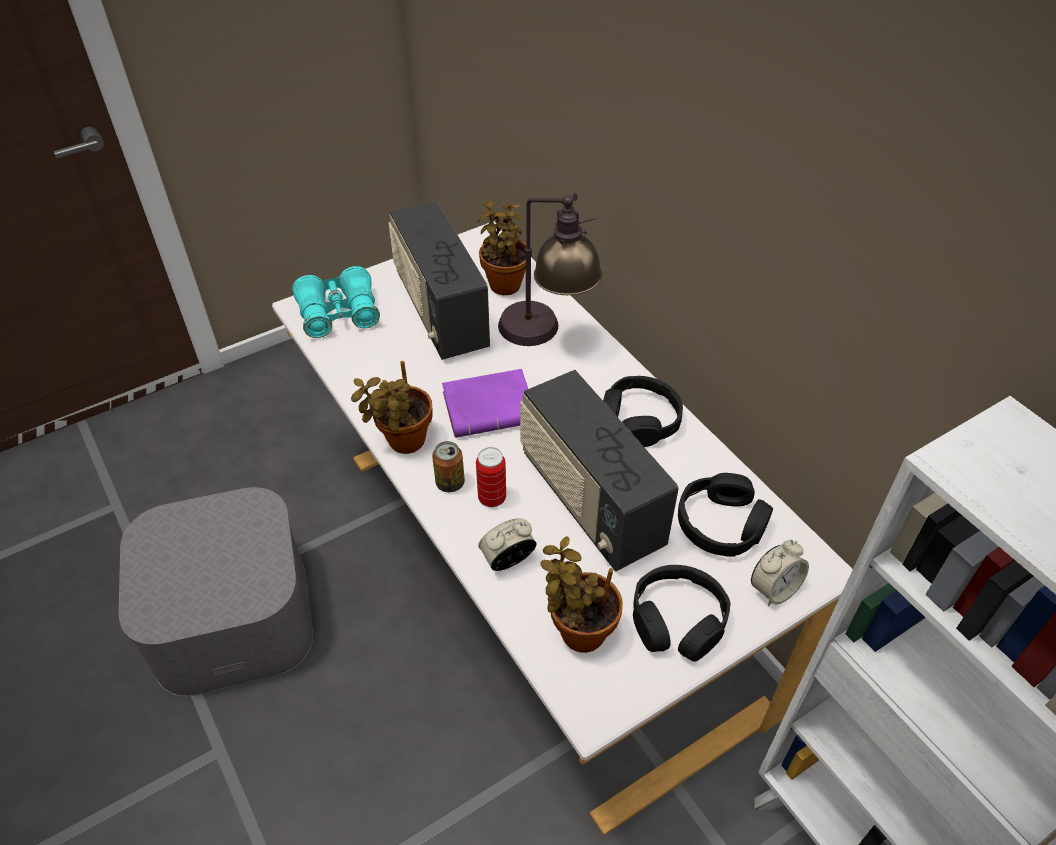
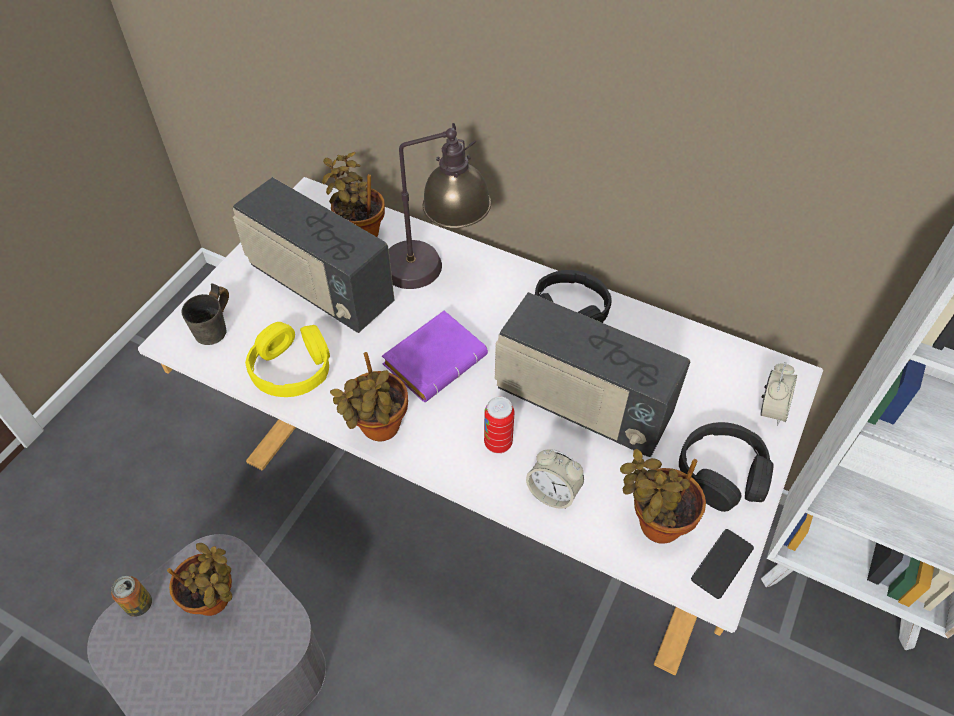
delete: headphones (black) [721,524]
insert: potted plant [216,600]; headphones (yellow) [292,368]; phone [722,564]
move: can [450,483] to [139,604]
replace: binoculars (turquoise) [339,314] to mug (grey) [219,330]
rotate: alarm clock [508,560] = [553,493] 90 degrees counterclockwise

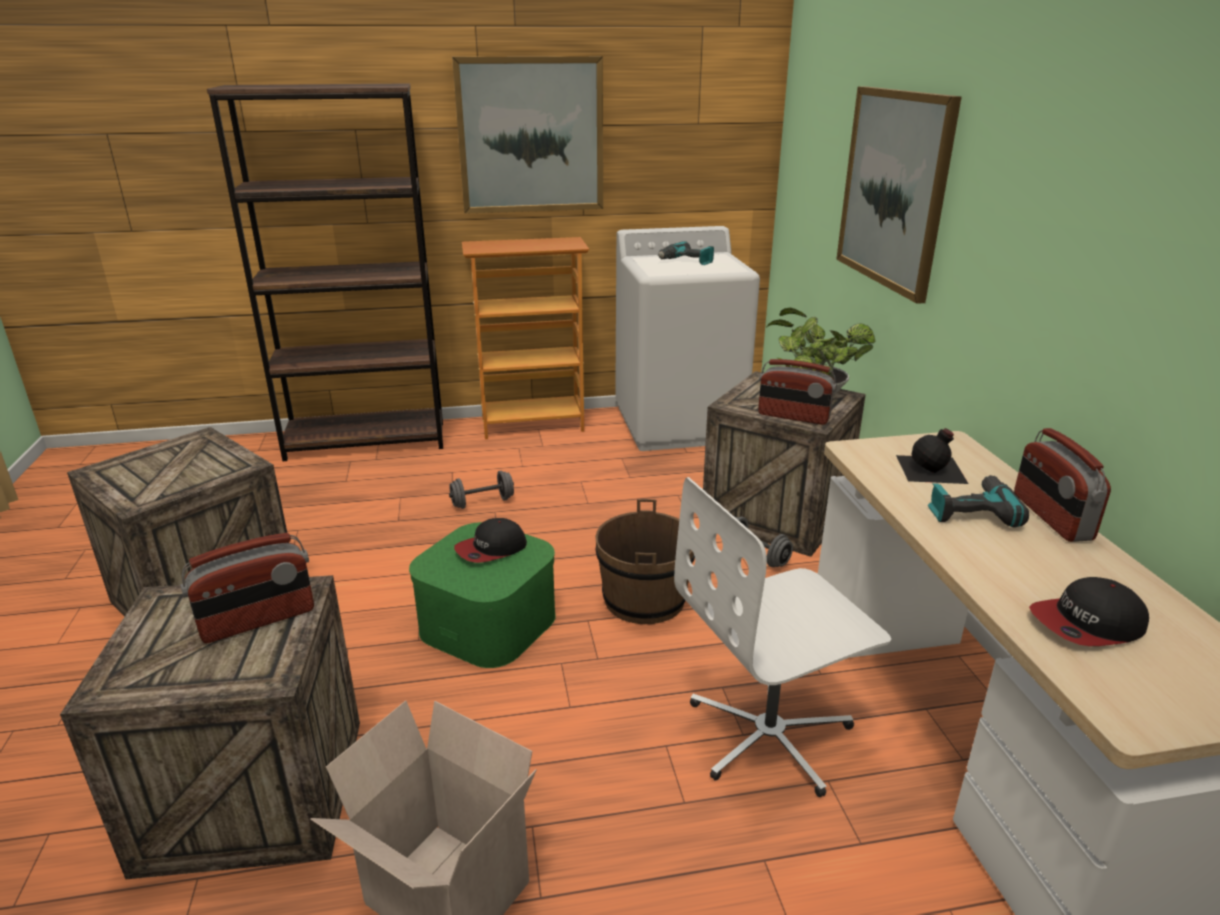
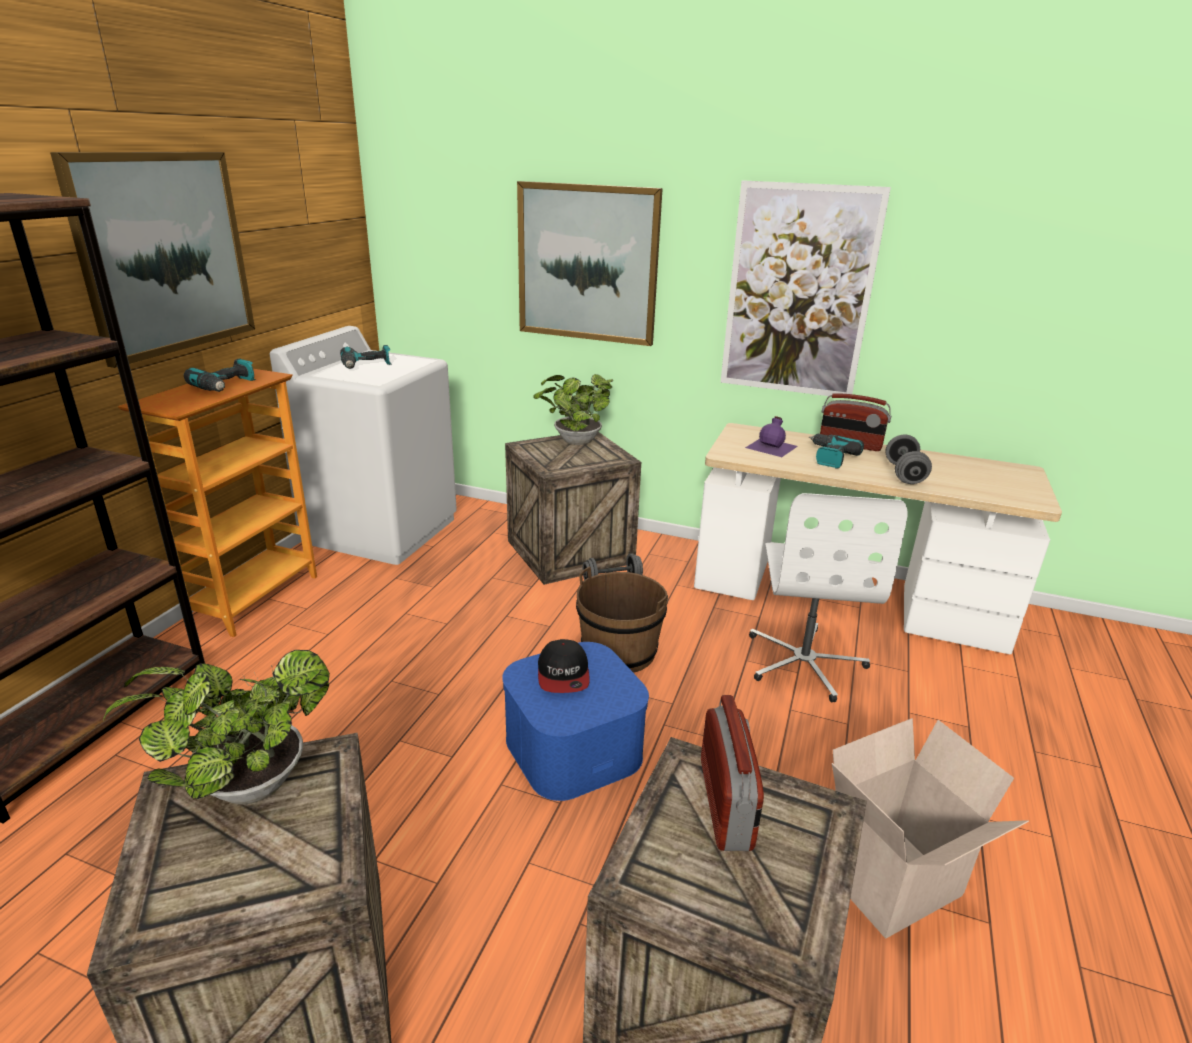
delete: radio [793,417]; cap [1087,624]
insert: potted plant [245,786]; power drill [226,386]; picture [798,292]
move: dumbbell (grey) [482,502] to [904,474]
recolor: storage box (green) [488,622] to storage box (blue) [573,747]; bottle (black) [932,469] to bottle (purple) [772,446]

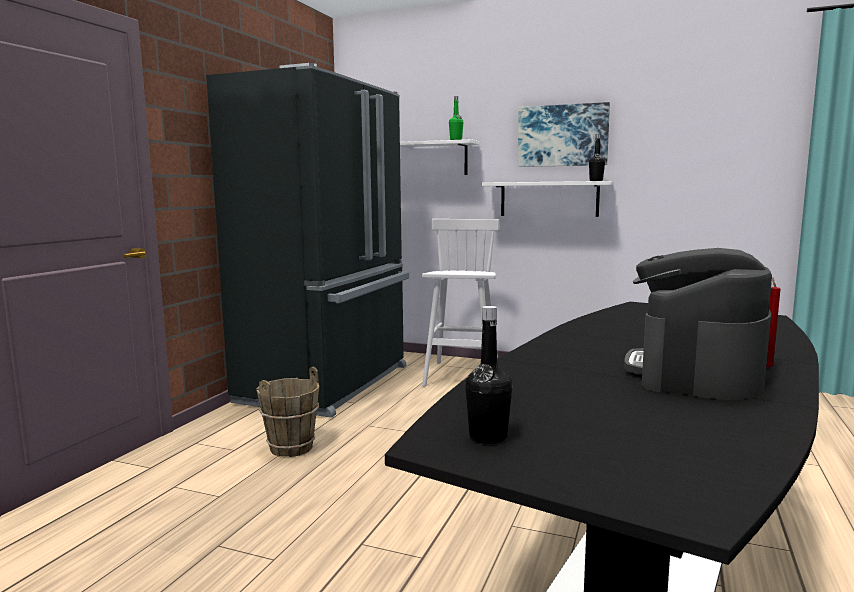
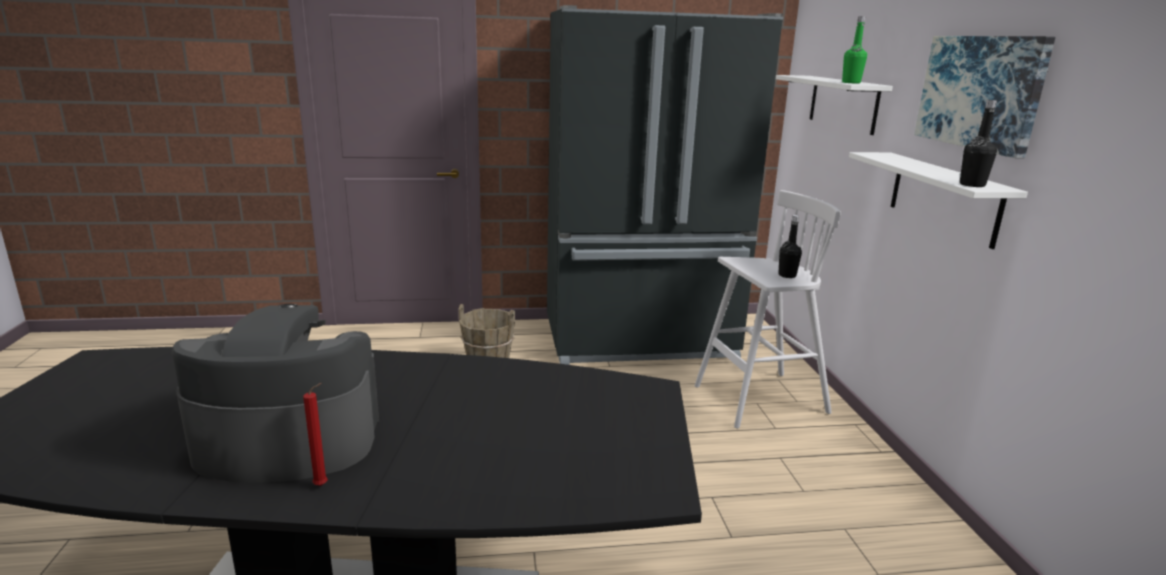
move: bottle (black) [488,437] to [787,275]

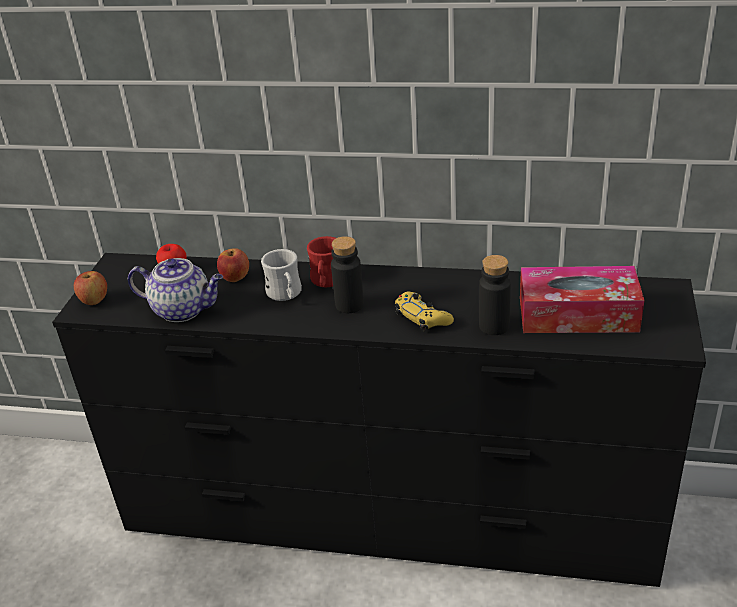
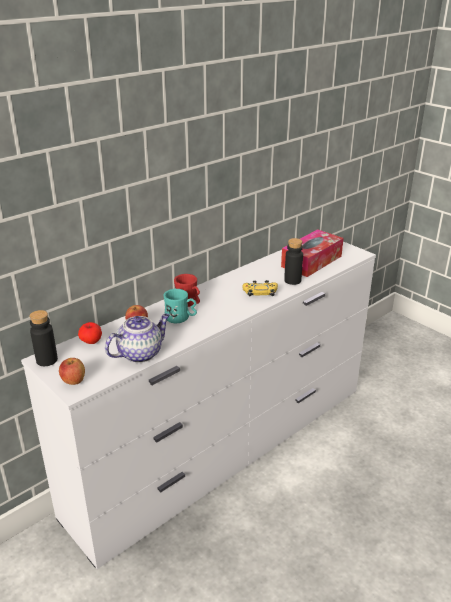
move: bottle (black) [349,305] to [47,360]
recolor: dresser (black) [387,518] to dresser (white) [225,449]; mug (white) [286,295] to mug (turquoise) [181,318]

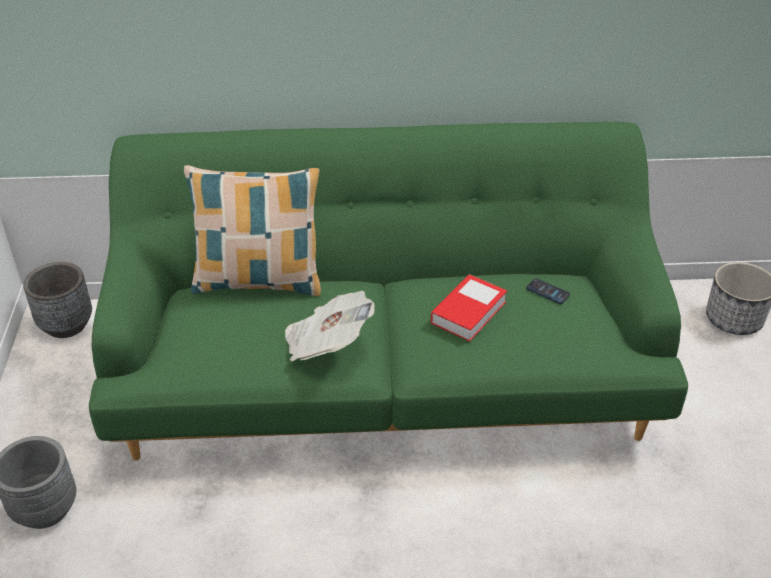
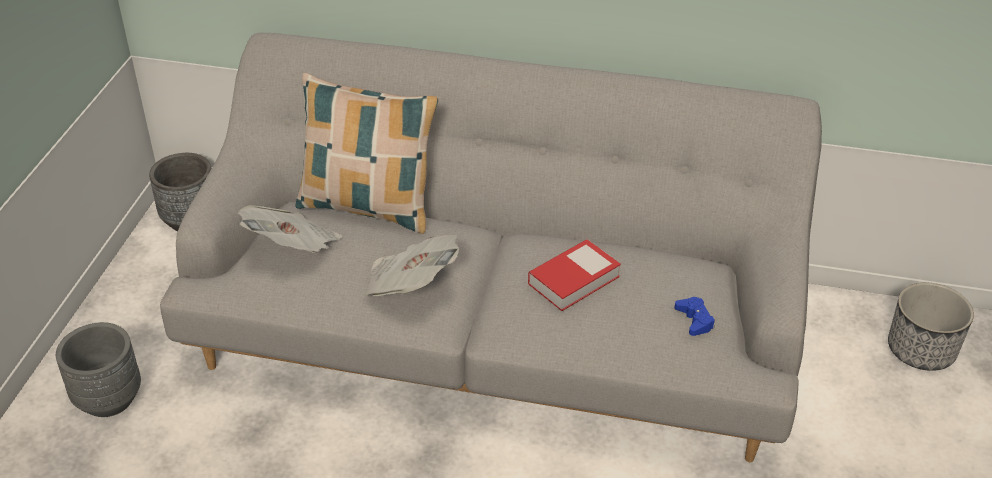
delete: phone [547,292]
insert: newspaper [293,248]; game controller (blue) [694,320]
recolor: sofa (green) [385,375] to sofa (grey) [495,334]

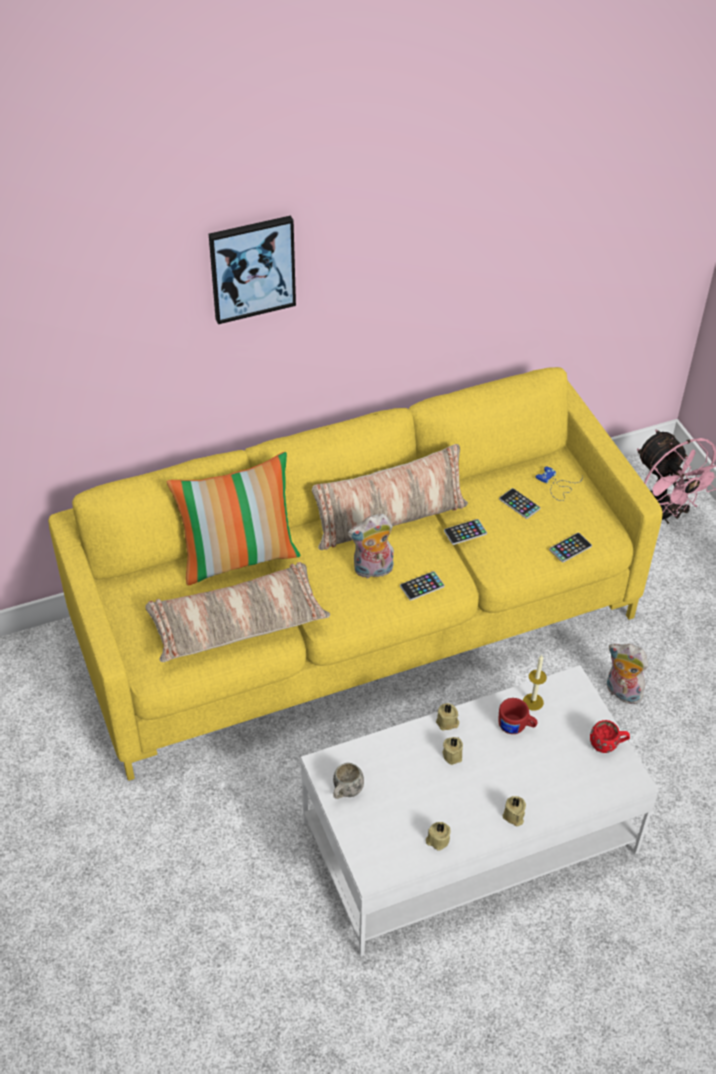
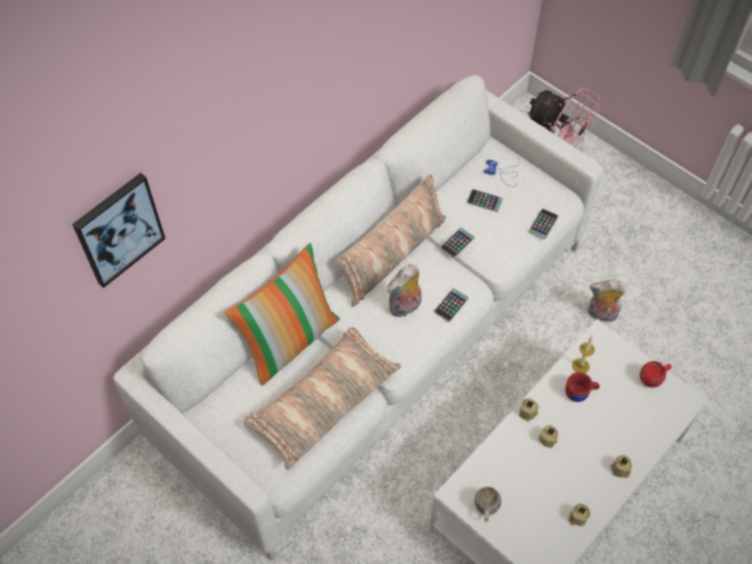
move: picture [252,268] to [118,229]
recolor: sofa (yellow) [356,622] to sofa (white) [376,340]

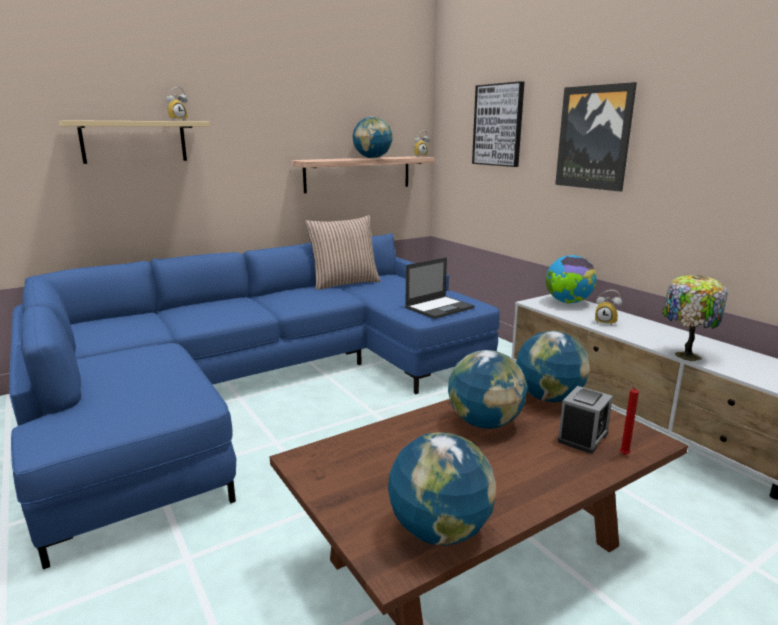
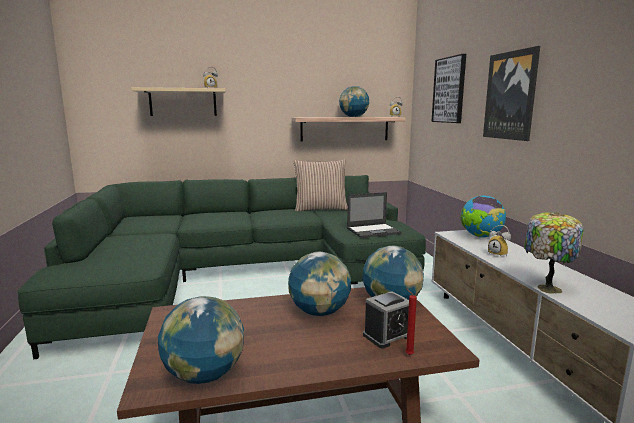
recolor: sofa (blue) [261,385] to sofa (green) [240,275]

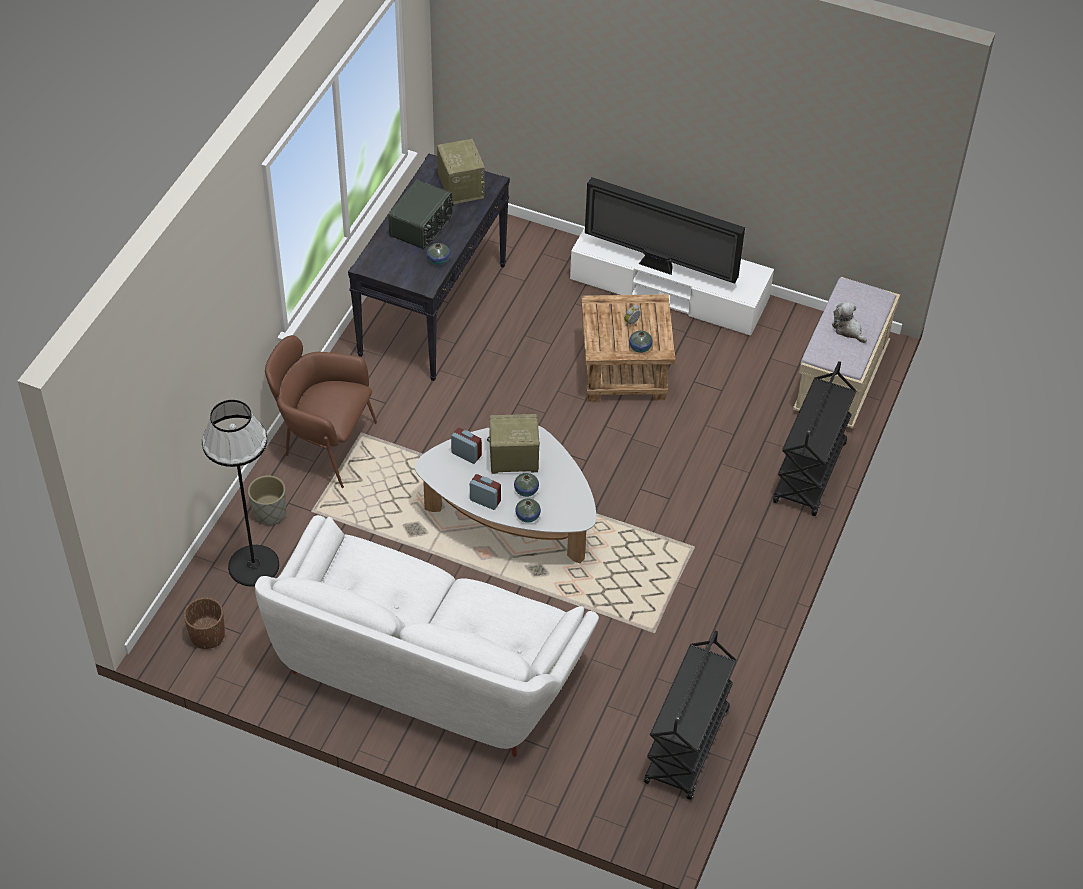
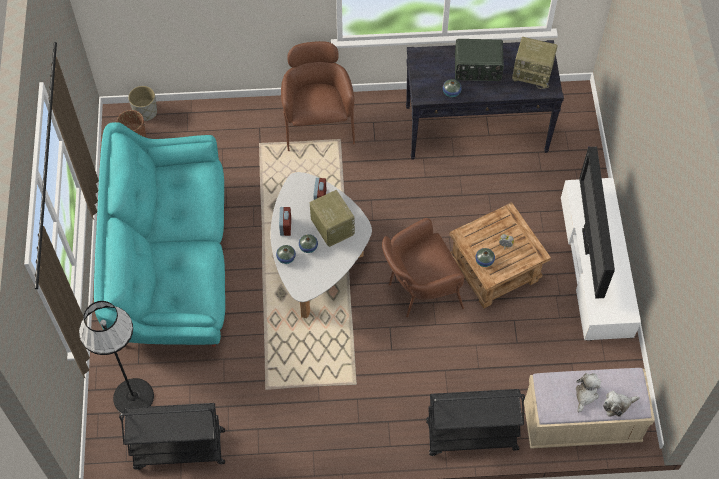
insert: armchair (brown) [419,291]; plush toy [617,405]
move: floor lamp (black) [253,565] to [133,397]; planter (grey) [269,513] to [145,112]
recolor: sofa (white) [427,664] to sofa (turquoise) [171,264]
rotate: radio [460,186] = [533,73] 60 degrees clockwise

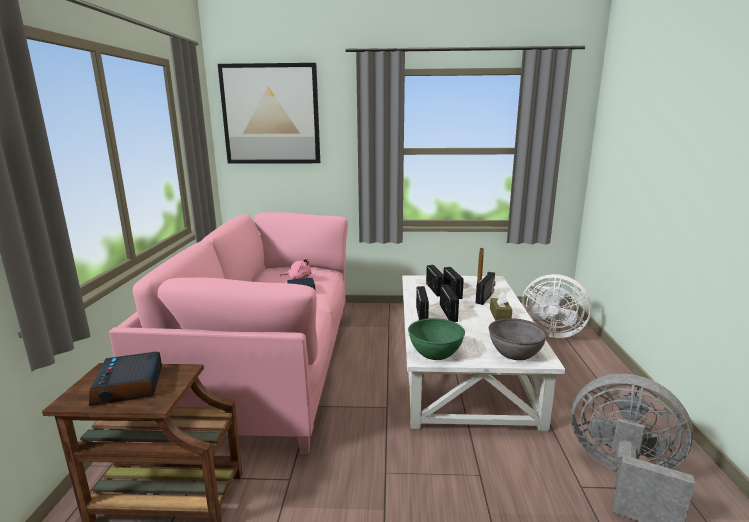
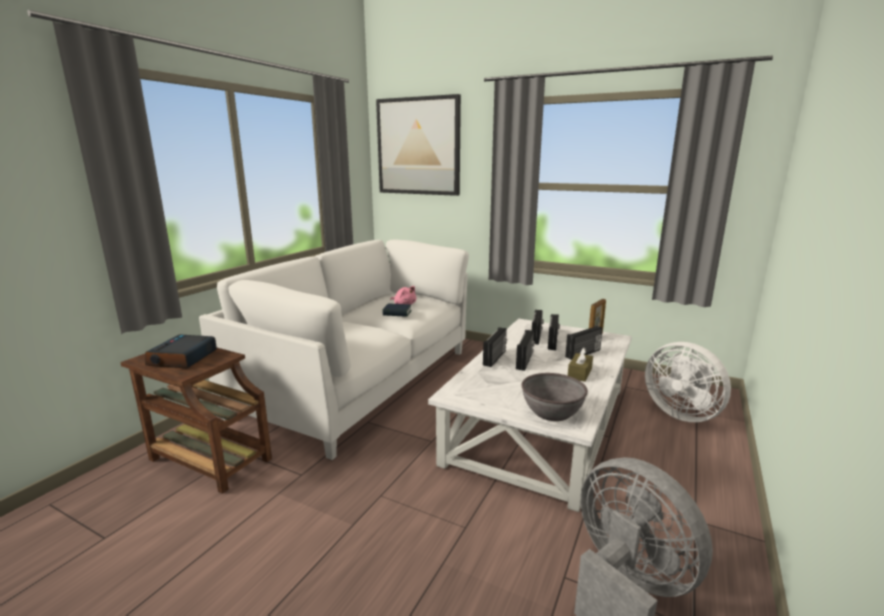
delete: bowl (green) [435,352]
recolor: sofa (pink) [267,367] to sofa (white) [360,382]

